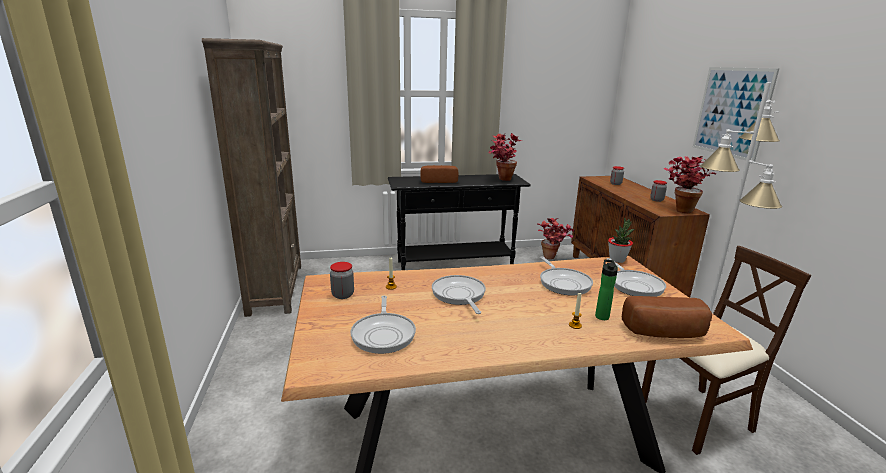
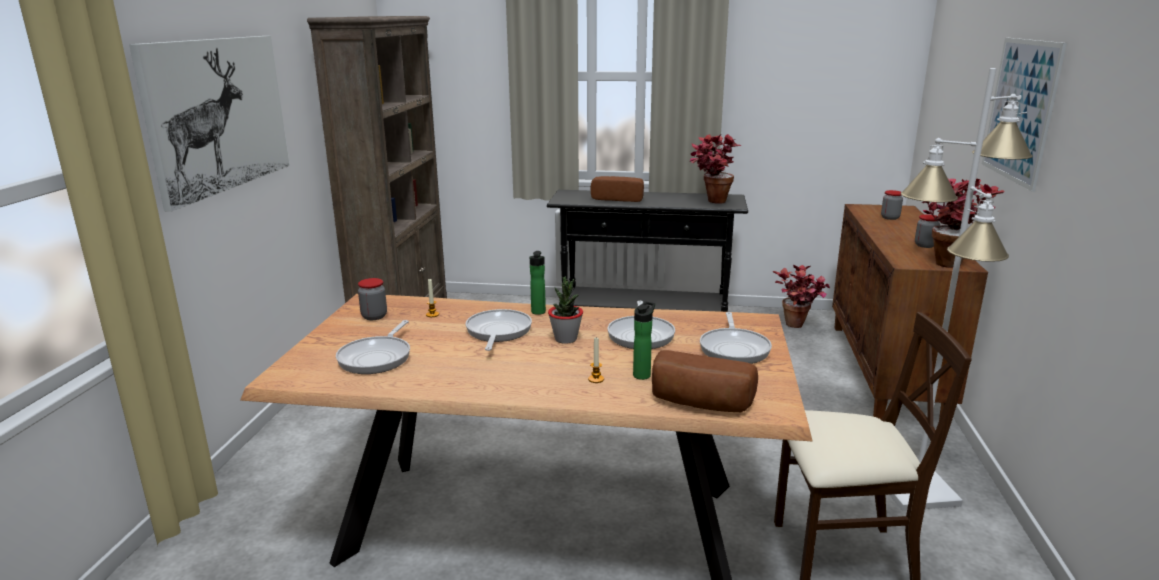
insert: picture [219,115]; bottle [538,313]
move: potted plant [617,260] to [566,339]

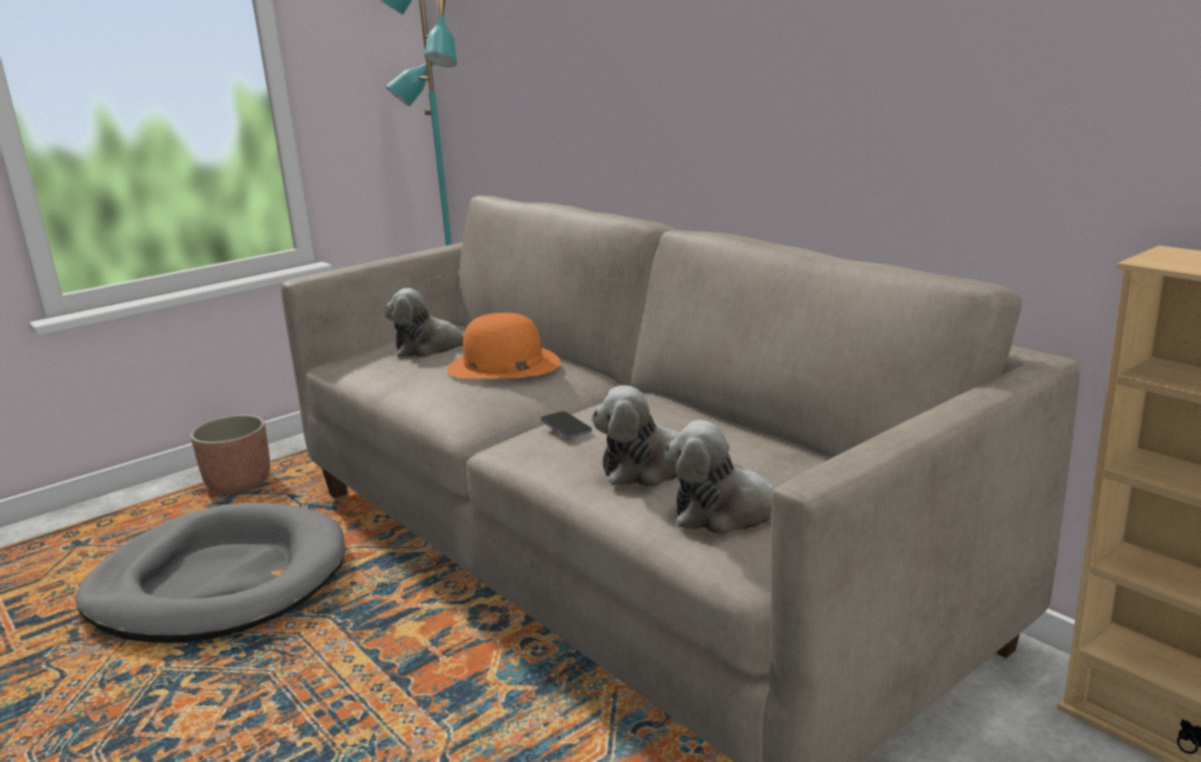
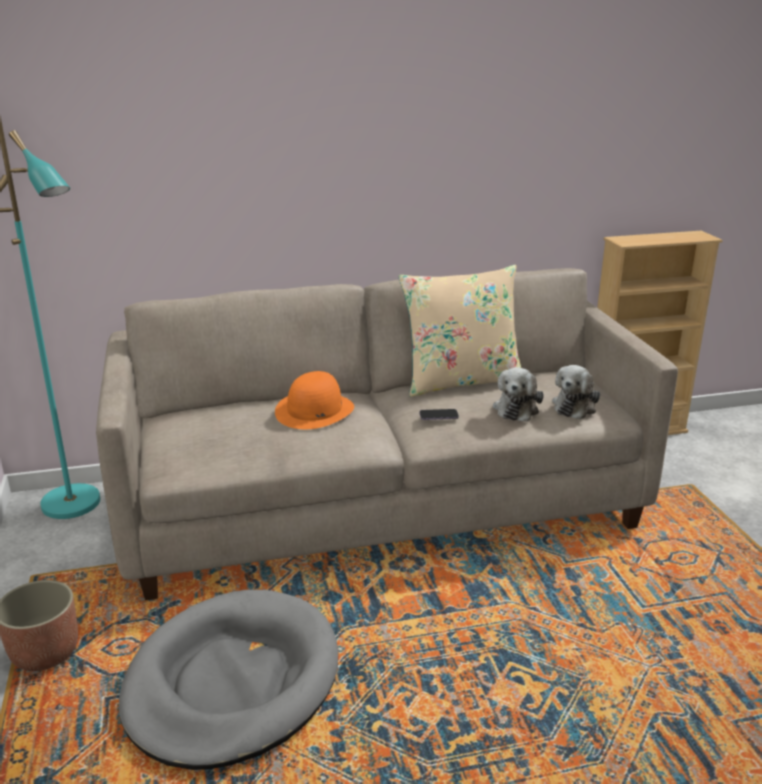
delete: plush toy [431,348]
insert: pillow (beige) [461,381]

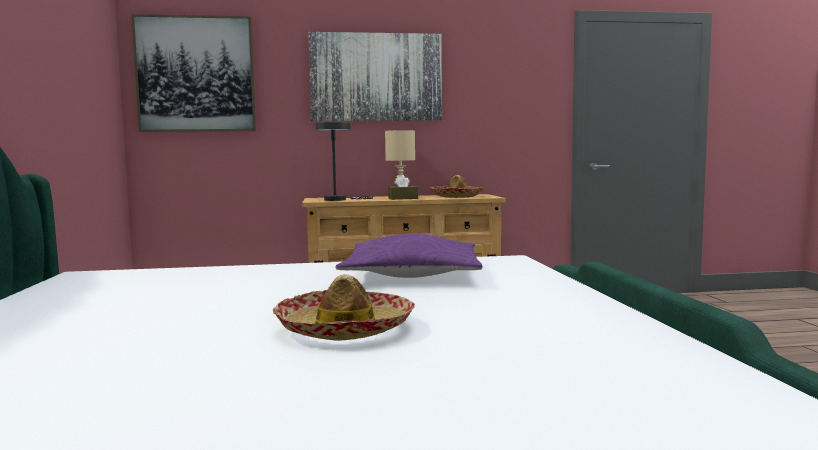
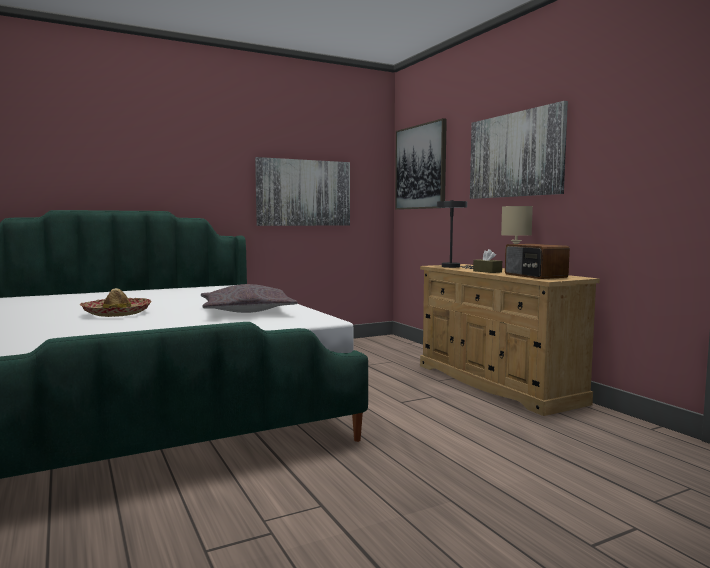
insert: picture [304,193]
replace: hat [457,196] to radio [534,276]
recolor: pillow (purple) [412,275] to pillow (grey) [246,311]

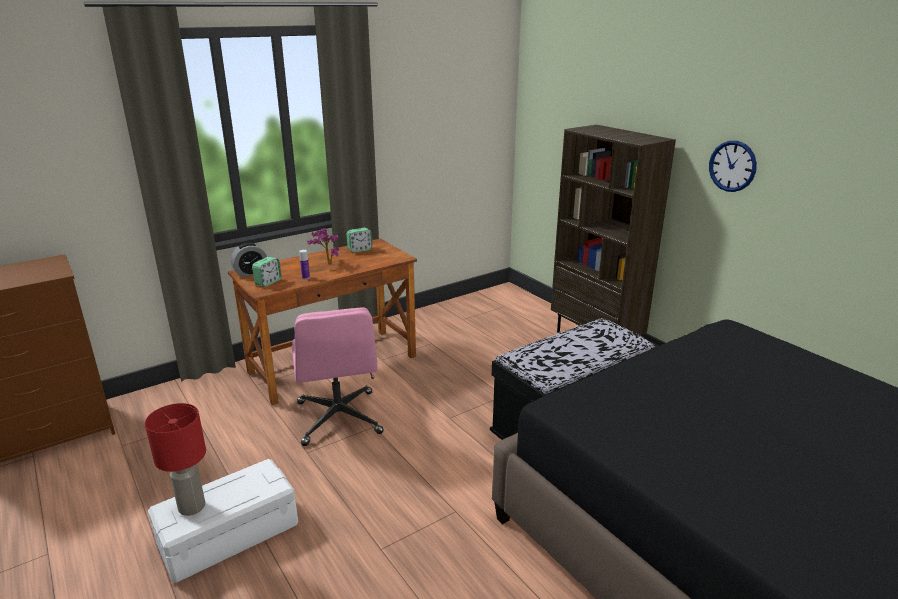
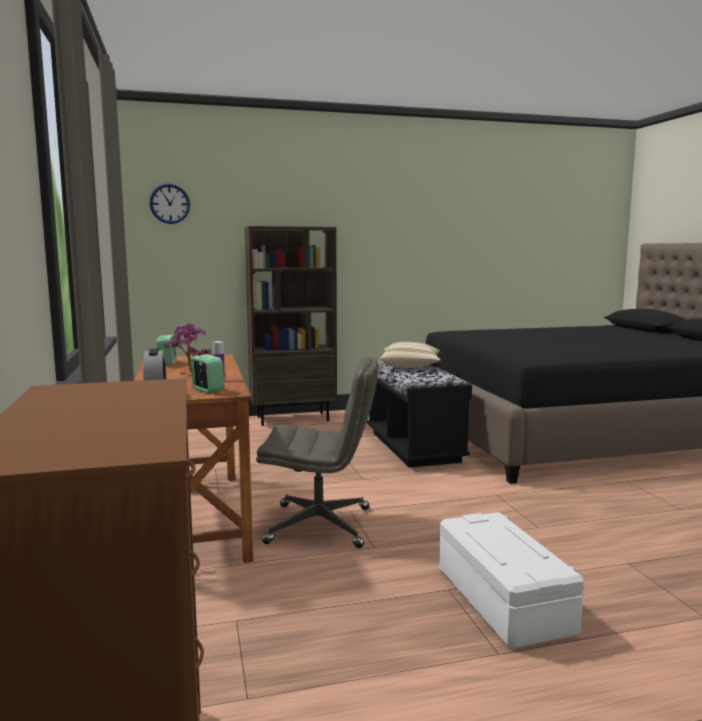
delete: table lamp (red) [192,507]
insert: pillow (beige) [410,366]
move: wall clock [732,166] to [170,203]
recolor: office chair (pink) [339,418] to office chair (grey) [320,525]

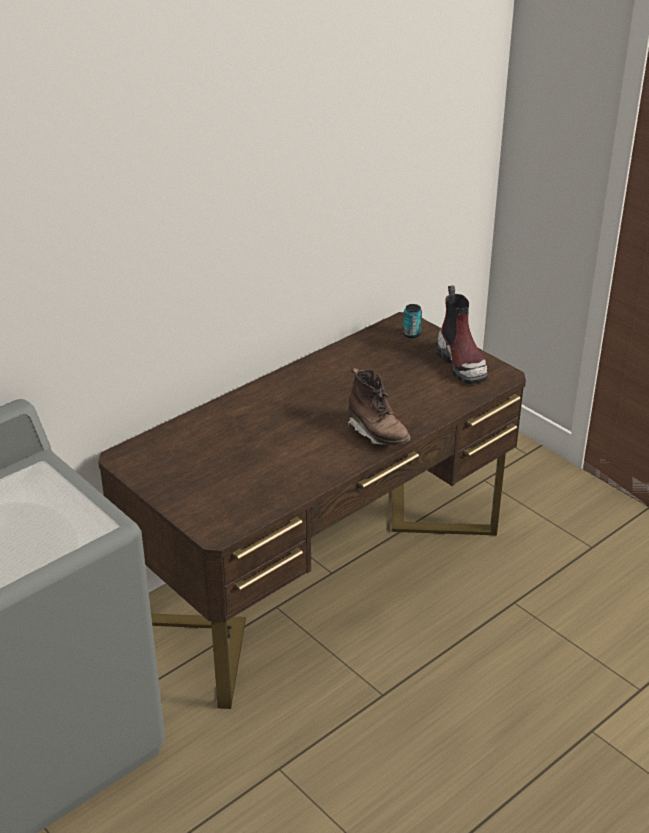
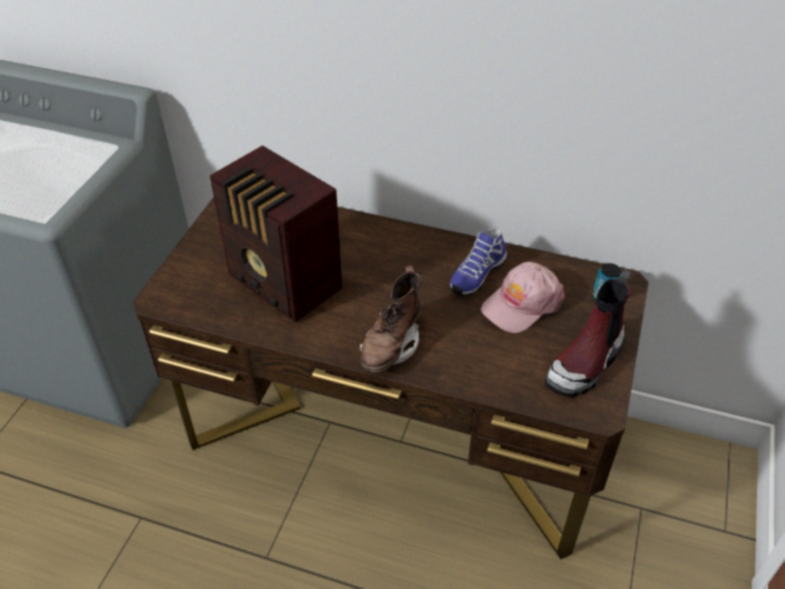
insert: radio [285,285]; shoe [476,274]; cap (pink) [521,304]

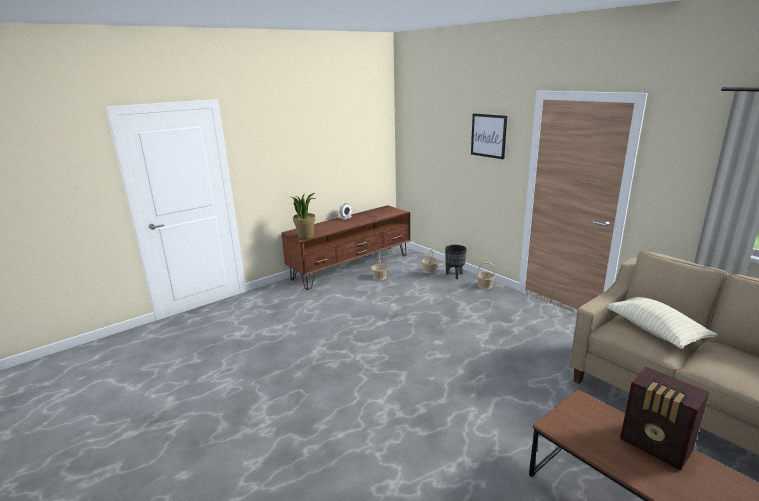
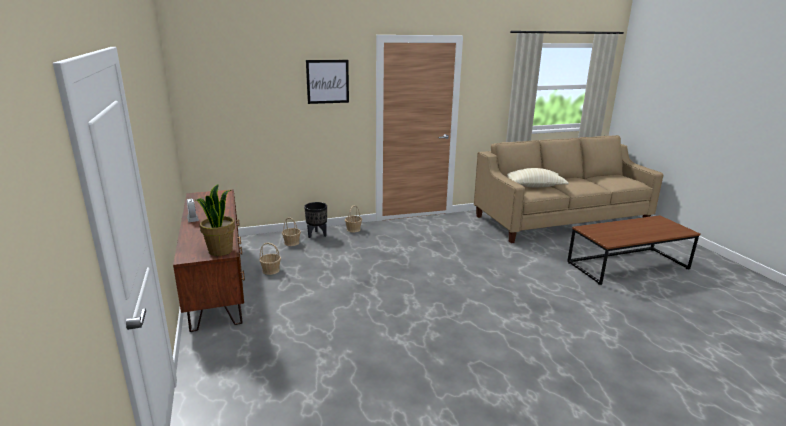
delete: radio [656,446]

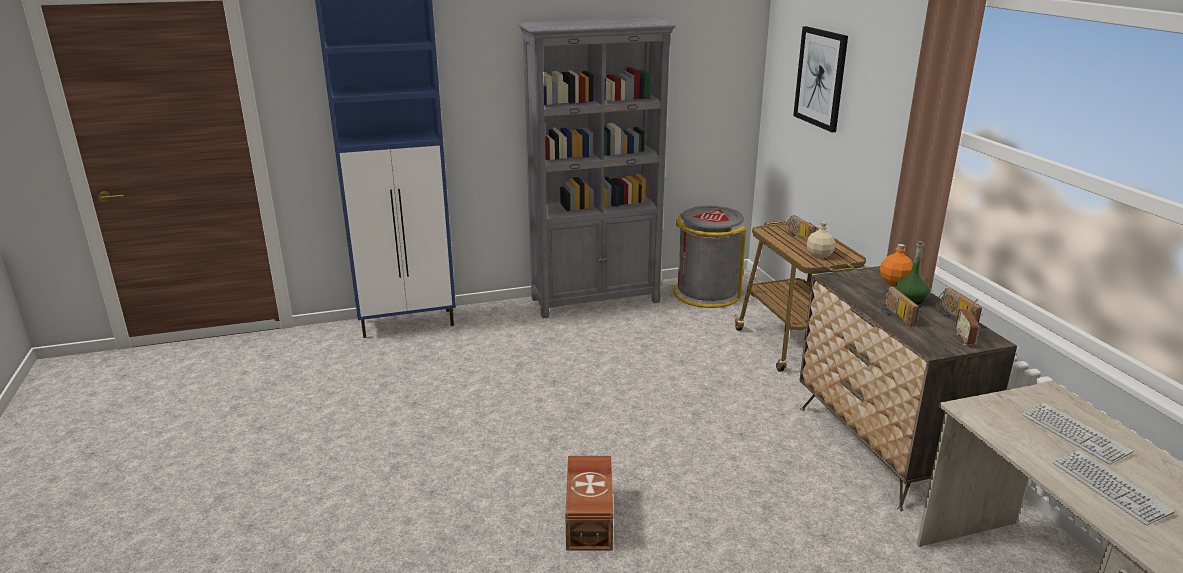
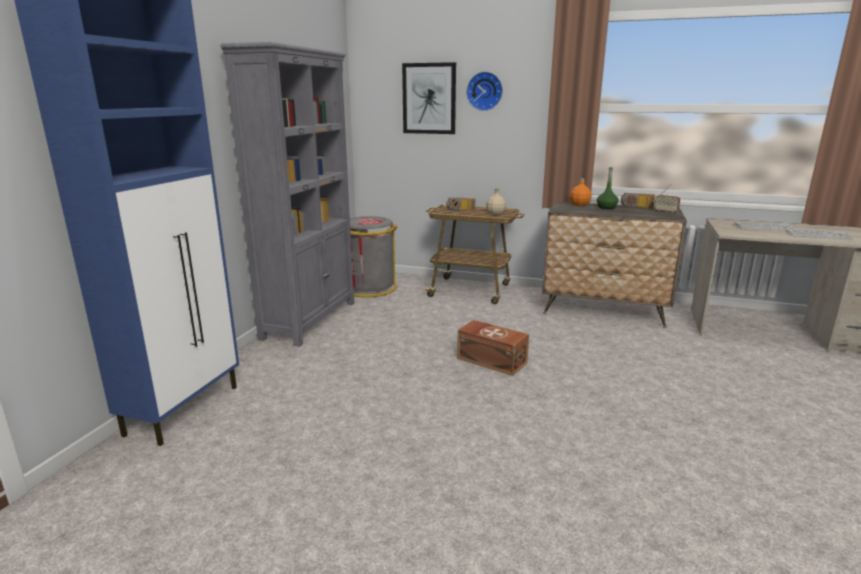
delete: radio [894,315]
insert: wall clock [485,91]
move: storage box (brown) [590,518] to [491,360]

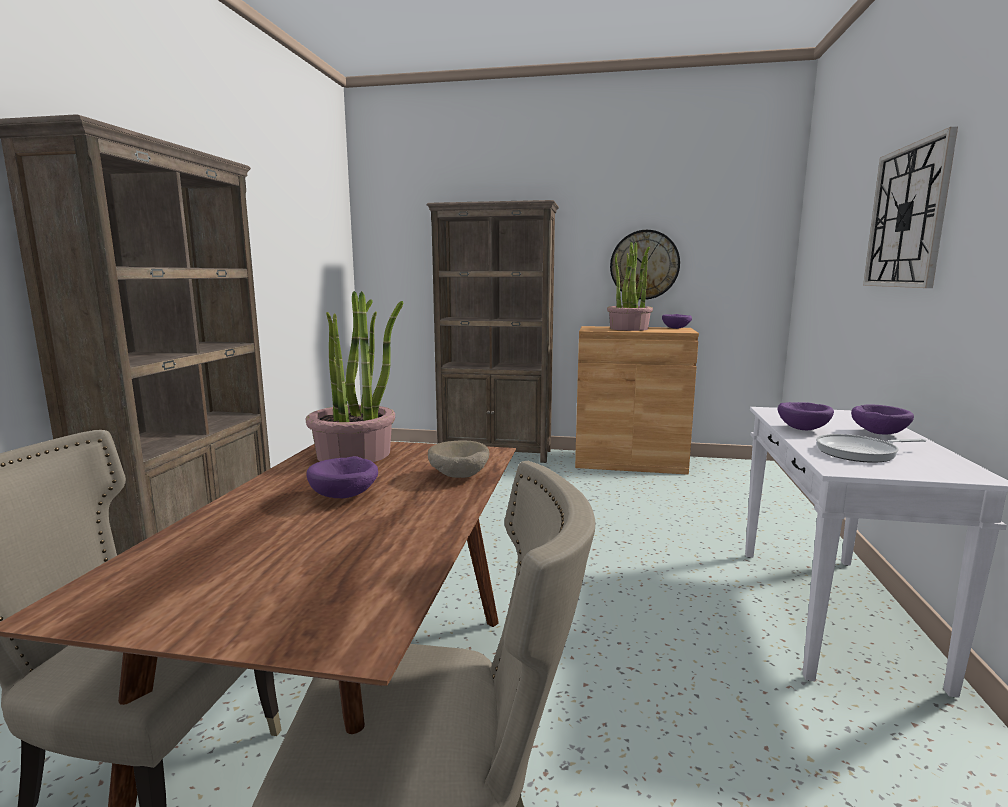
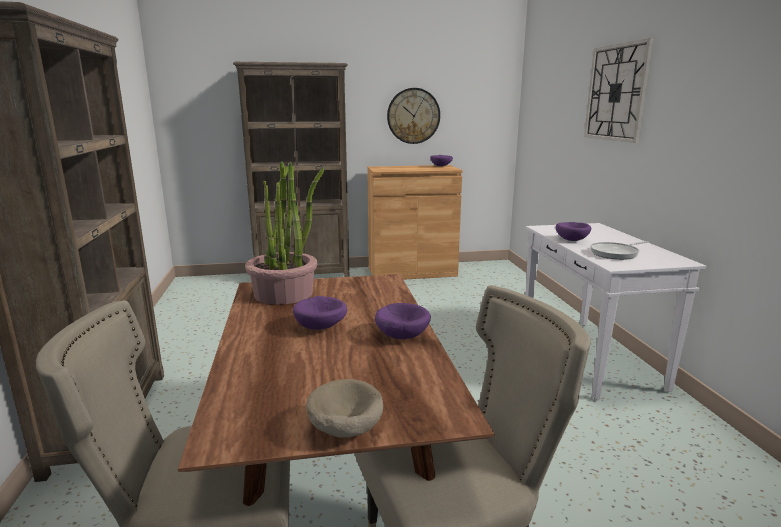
delete: potted plant [628,329]
move: bowl (beige) [458,476] to [344,430]; bowl (purple) [877,433] to [401,335]

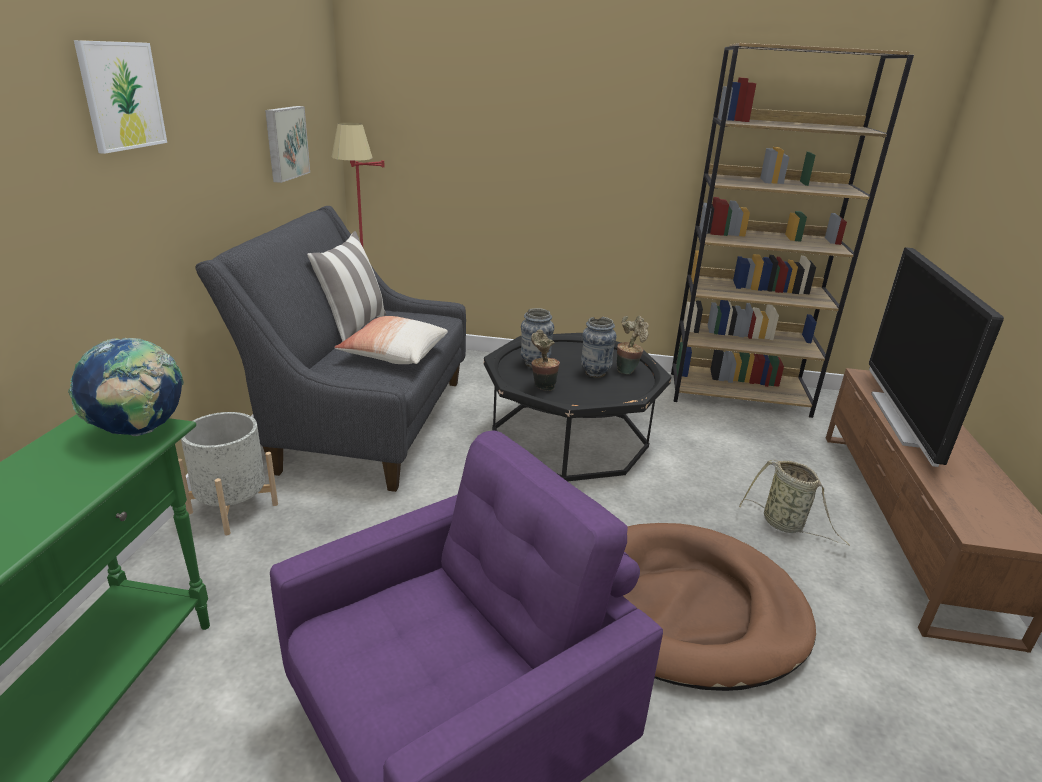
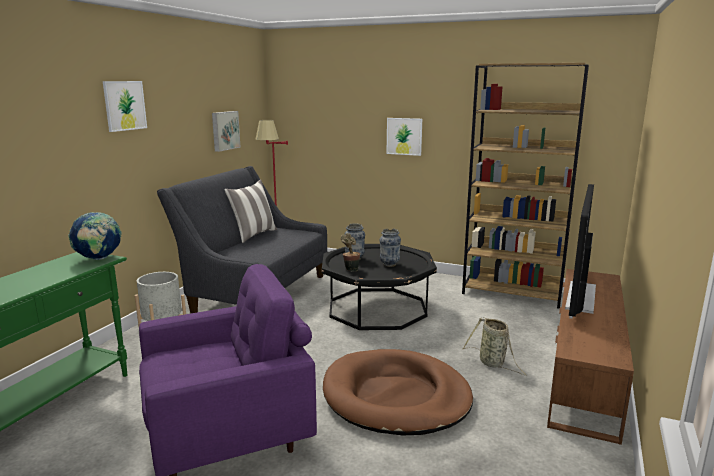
delete: pillow [394,355]; potted plant [628,370]
insert: picture [404,136]

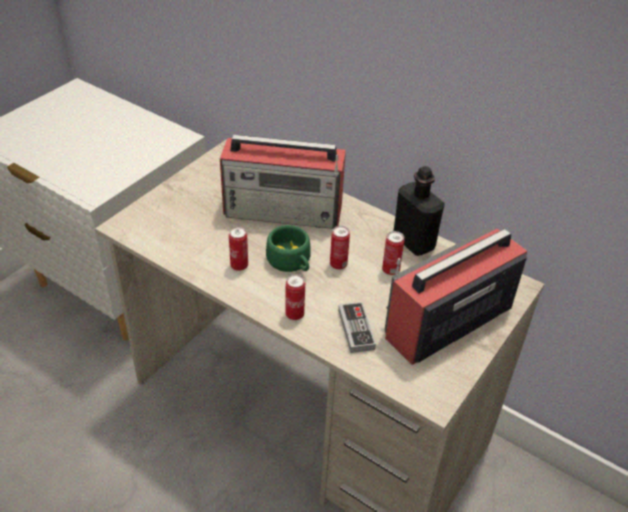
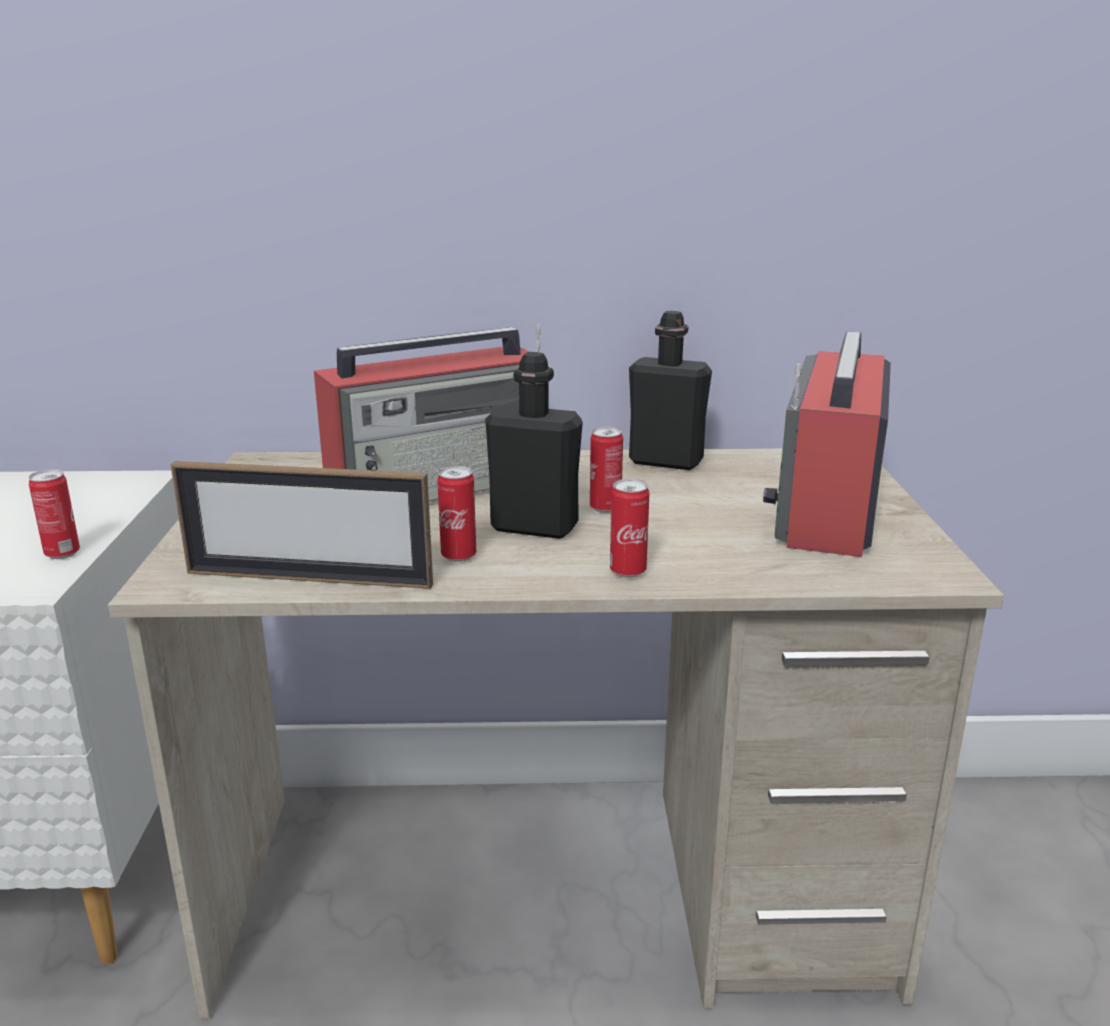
delete: game controller [356,329]
insert: picture frame [309,578]
move: can [390,270] to [62,553]
replace: cup (green) [291,262] to bottle (black) [534,527]

